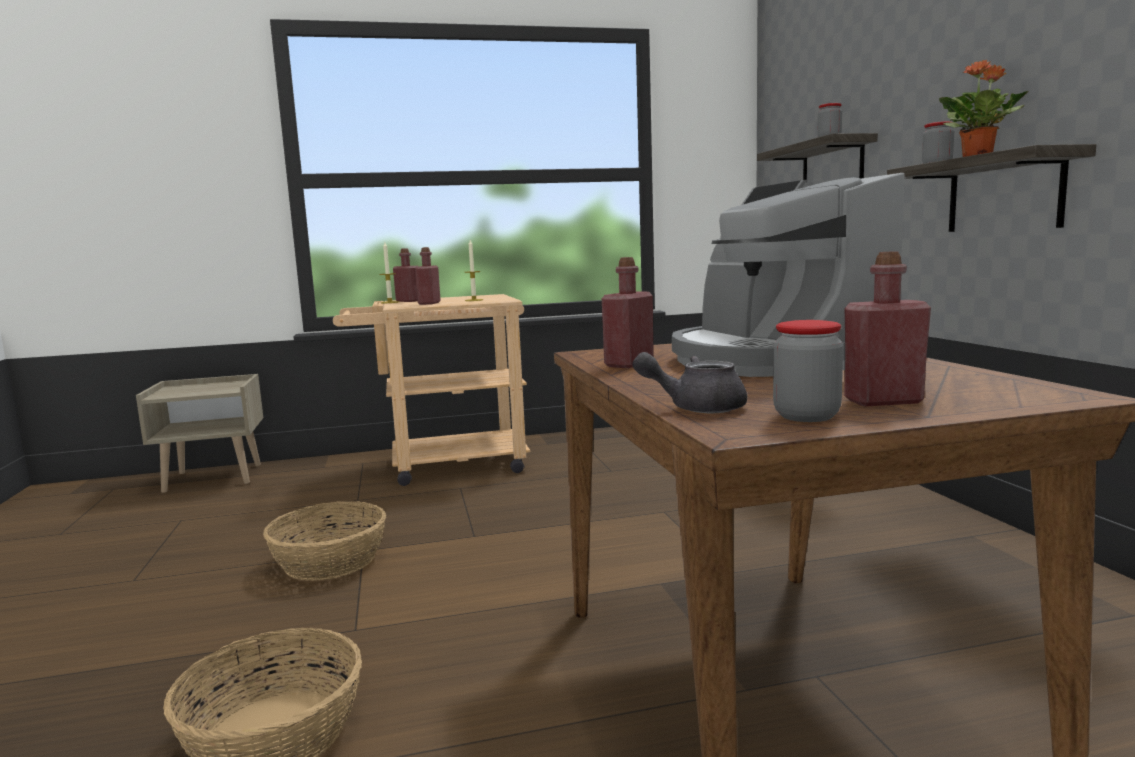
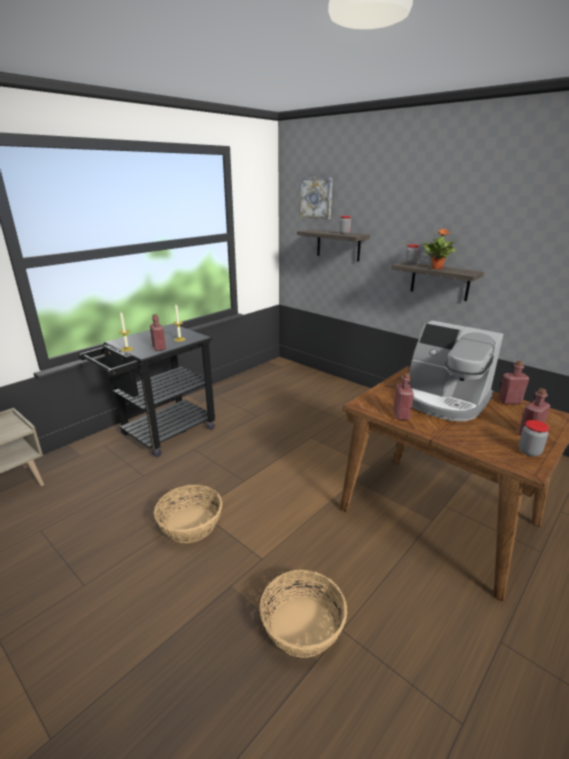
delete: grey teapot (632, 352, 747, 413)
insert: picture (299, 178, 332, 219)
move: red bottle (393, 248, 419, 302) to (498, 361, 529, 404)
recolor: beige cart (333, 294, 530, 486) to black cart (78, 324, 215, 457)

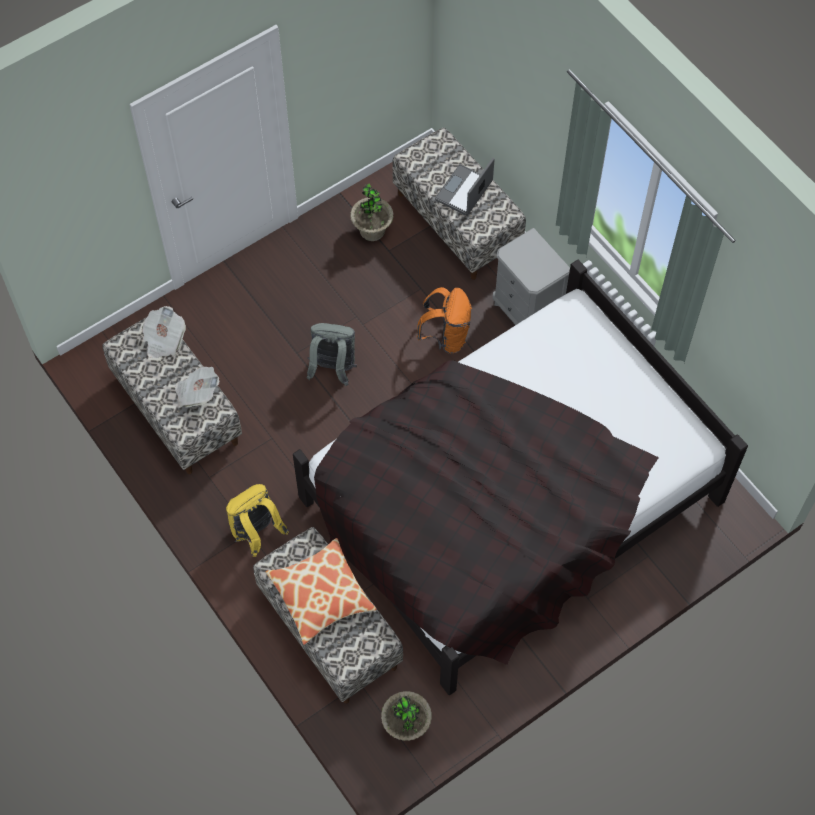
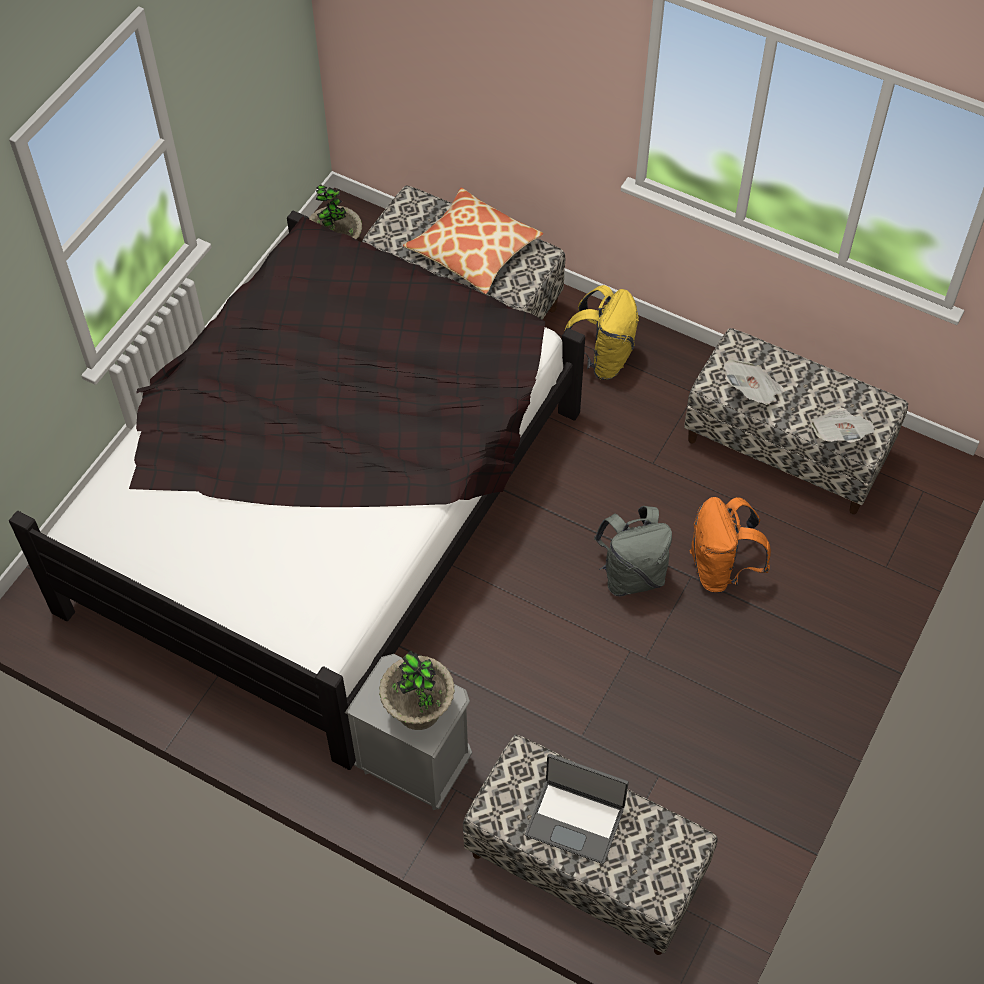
move: potted plant (350, 184, 394, 241) to (379, 651, 455, 730); orange backpack (416, 287, 472, 354) to (690, 497, 771, 593)
rotate: laptop (435, 158, 495, 215) = (525, 754, 629, 864) 105 degrees clockwise

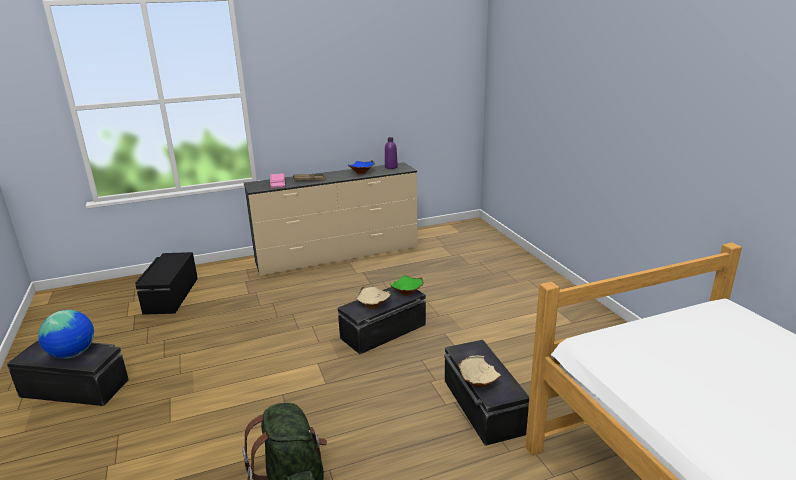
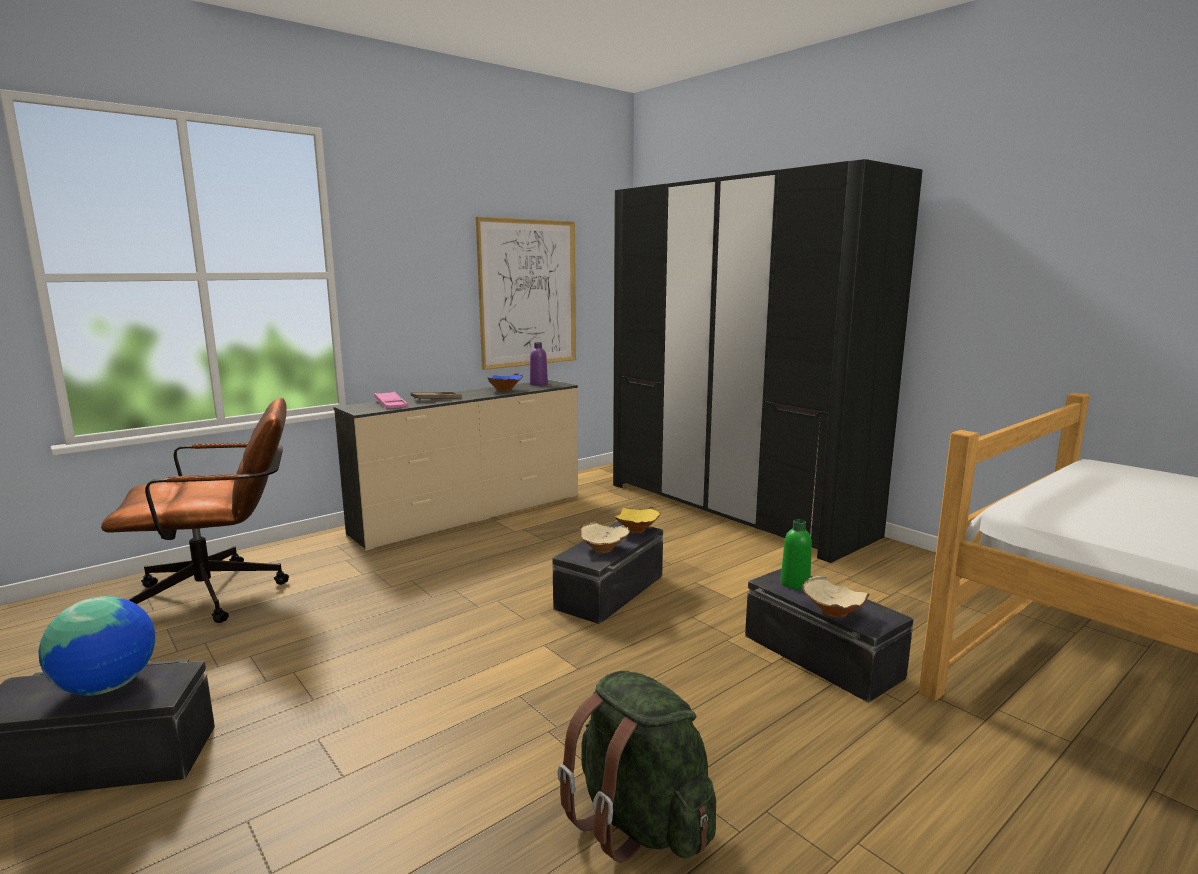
insert: picture (476, 217, 576, 370); black wardrobe (613, 159, 923, 563); green bottle (781, 519, 812, 589)
replace: black storage box (135, 252, 198, 315) to brown office chair (101, 398, 289, 623)
recolor: green bowl (390, 275, 424, 296) to yellow bowl (615, 506, 661, 534)

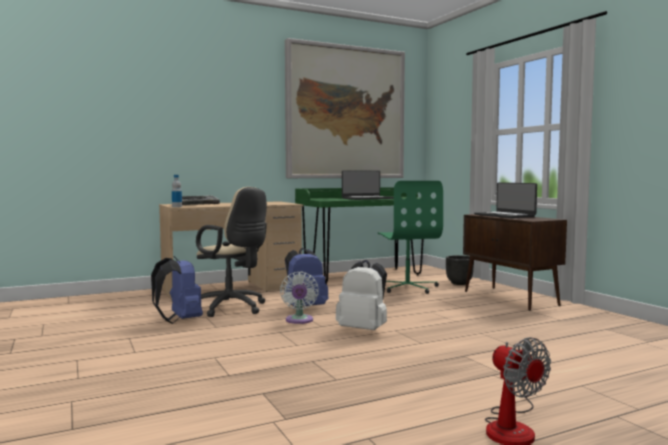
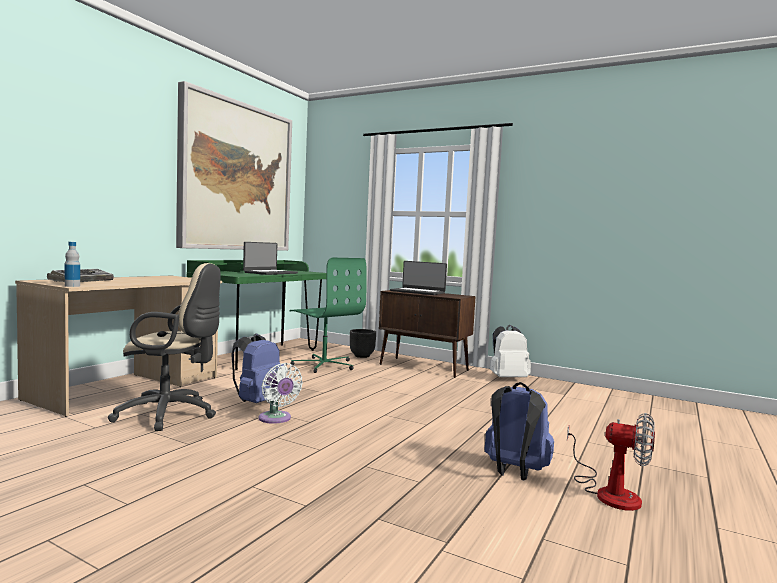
move: blue backpack (151, 256, 203, 324) to (484, 382, 554, 480); white backpack (336, 260, 387, 330) to (490, 325, 531, 377)

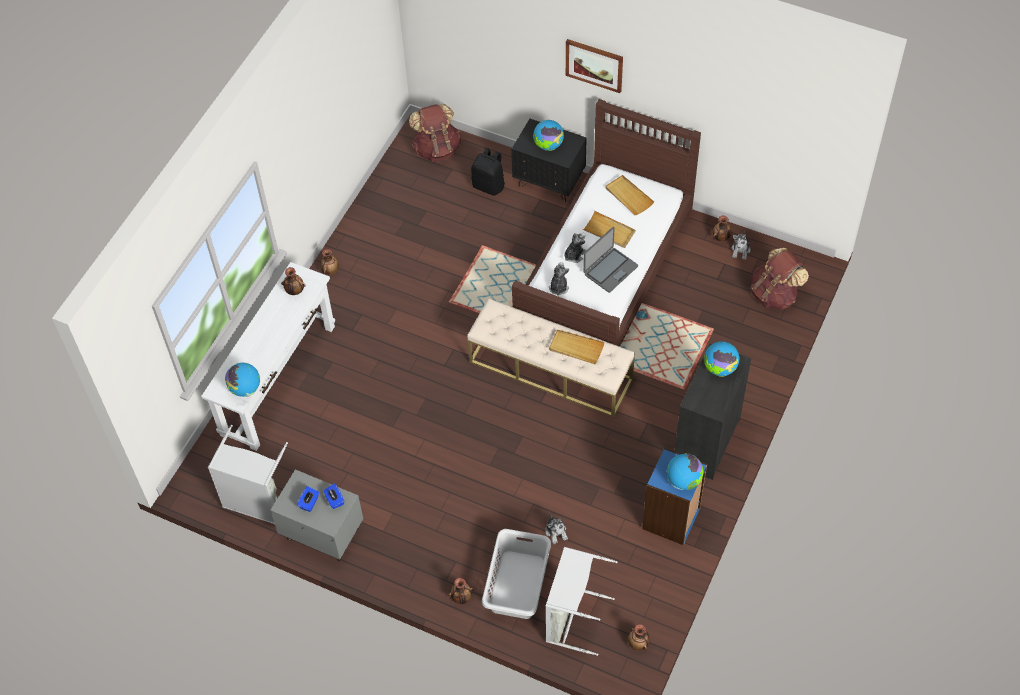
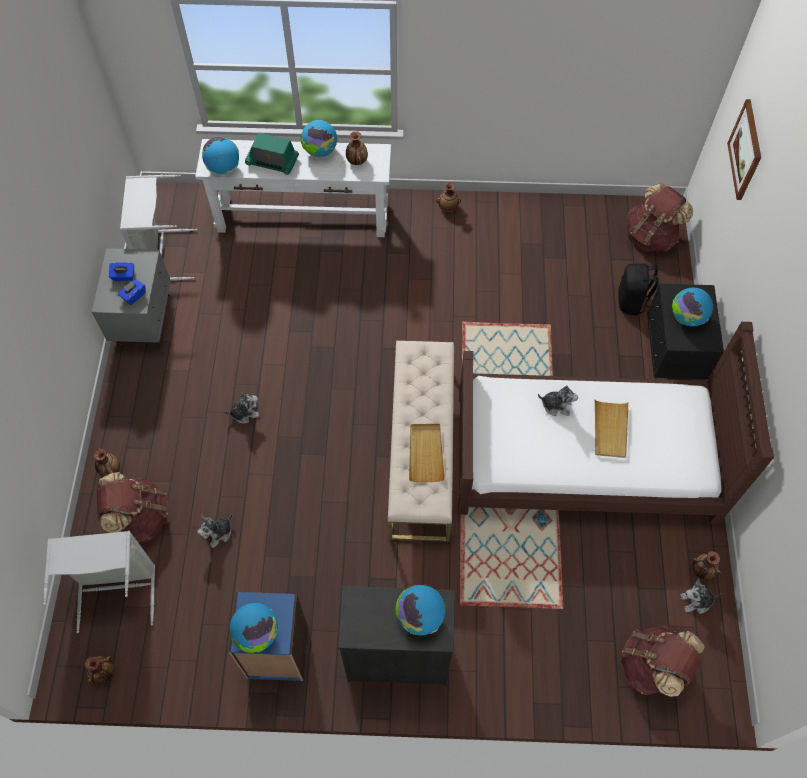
delete: laptop (584, 227, 638, 293); beige tray (605, 175, 654, 215)
insert: radio (245, 133, 299, 175); globe (301, 120, 338, 158)
move: plush toy (549, 262, 570, 296) to (224, 393, 260, 423); picture (566, 39, 623, 93) to (727, 99, 761, 200)
replace: grey laundry basket (482, 529, 551, 619) to brown backpack (97, 472, 168, 542)

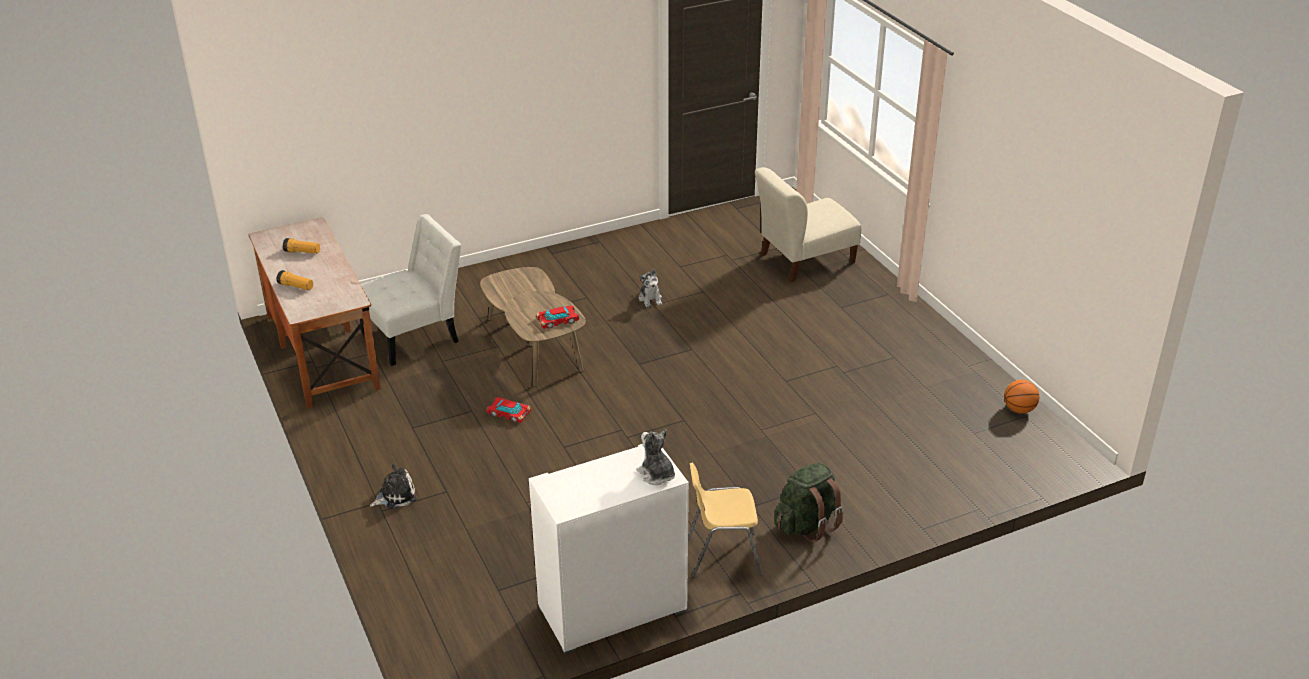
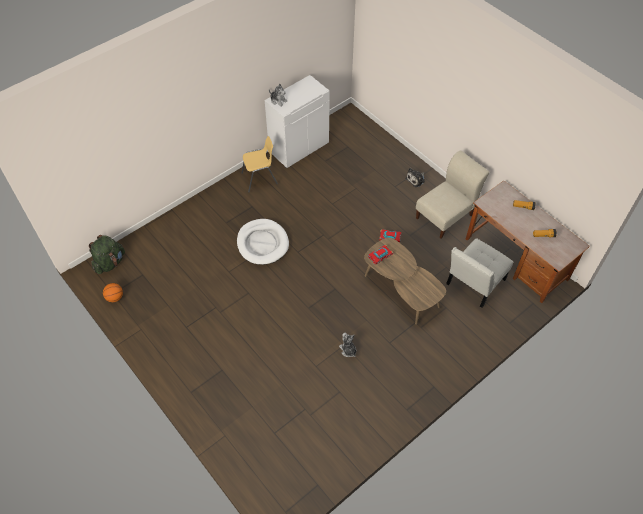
insert: white dog bed (237, 219, 289, 265)
move: beige chair (755, 167, 861, 282) to (416, 150, 489, 239); green backpack (774, 463, 843, 542) to (89, 235, 125, 274)

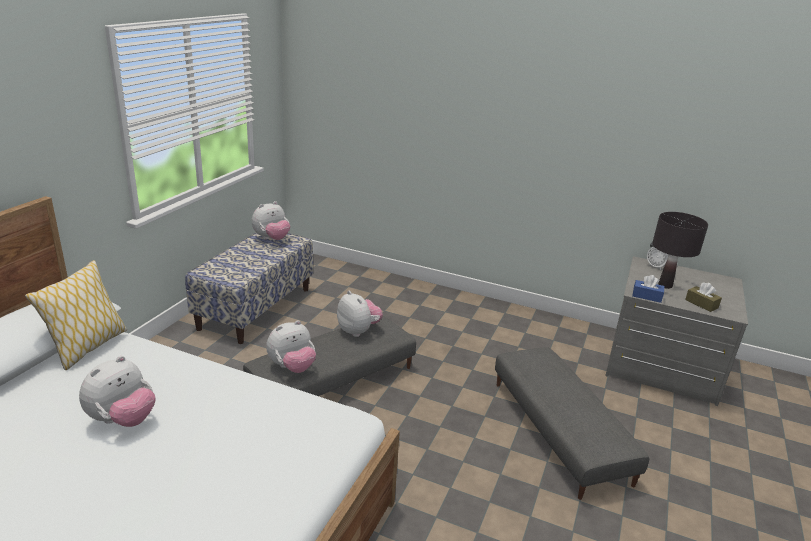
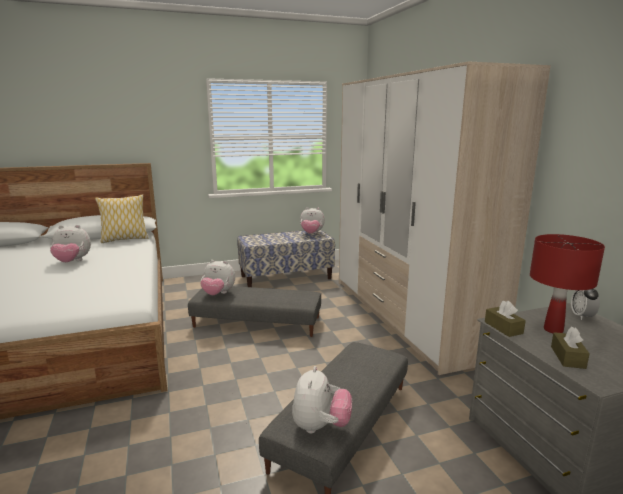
insert: wardrobe (339, 61, 551, 375)
move: plush toy (337, 291, 383, 337) to (292, 366, 352, 433)
recolor: blue tissue box (632, 275, 665, 303) to brown tissue box (485, 301, 526, 337); black table lamp (652, 212, 708, 289) to red table lamp (530, 234, 605, 333)

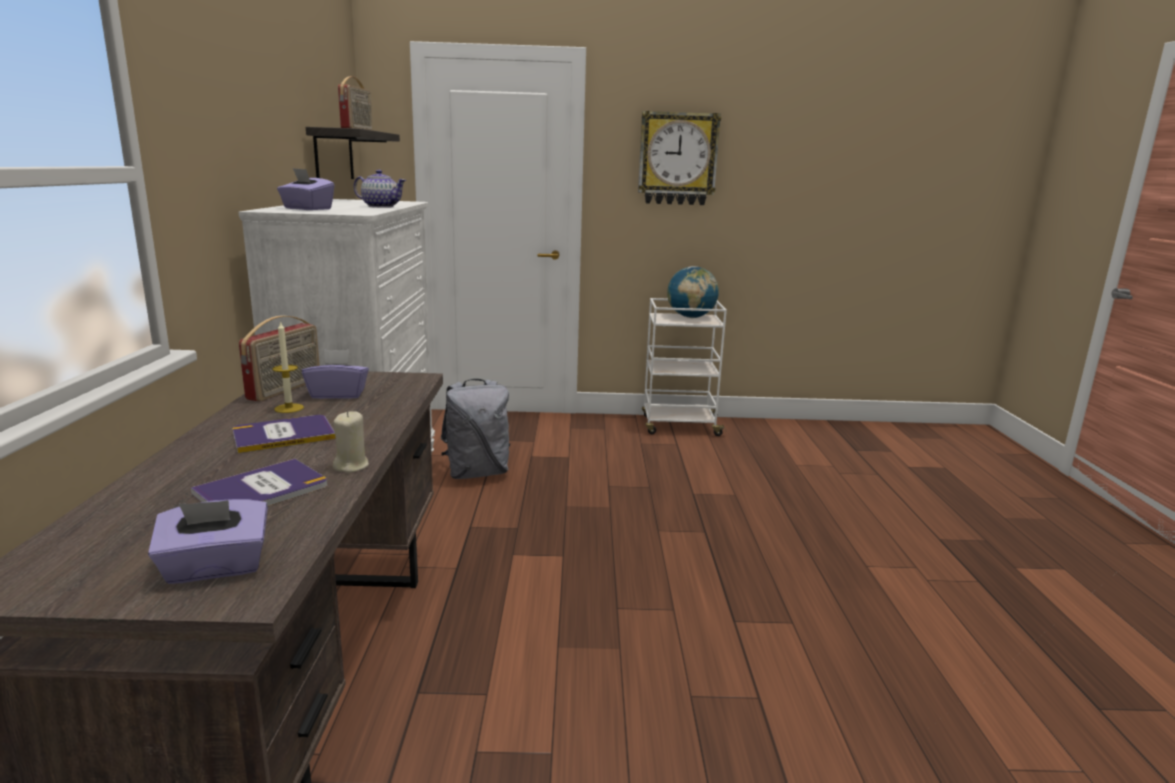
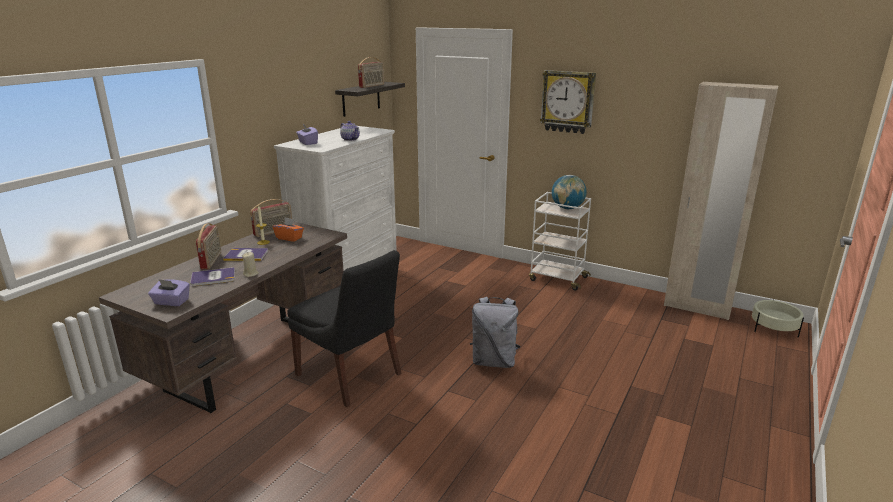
insert: radio (196, 223, 221, 269); black chair (287, 250, 402, 407); beige wardrobe (664, 82, 778, 320); beige planter (752, 300, 804, 338)
move: grey backpack (441, 379, 510, 479) to (470, 297, 520, 368)
recolor: purple tissue box (302, 349, 369, 399) to orange tissue box (273, 217, 304, 242)

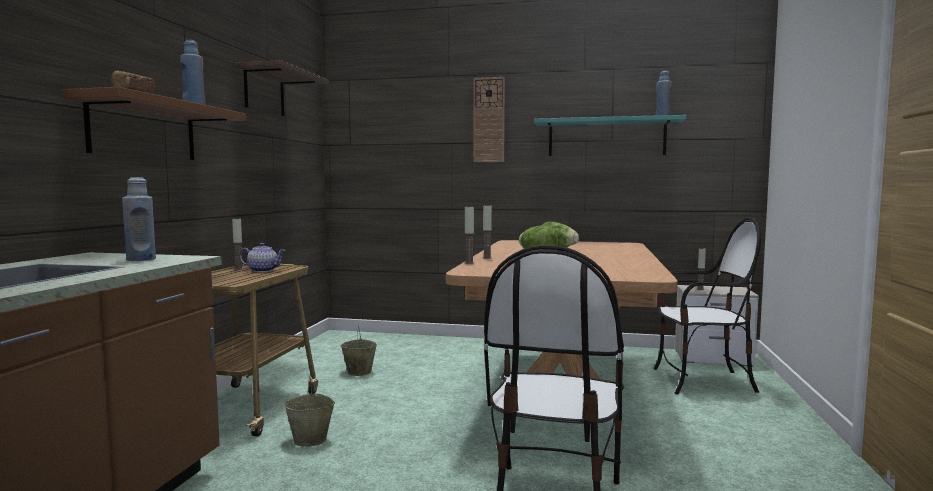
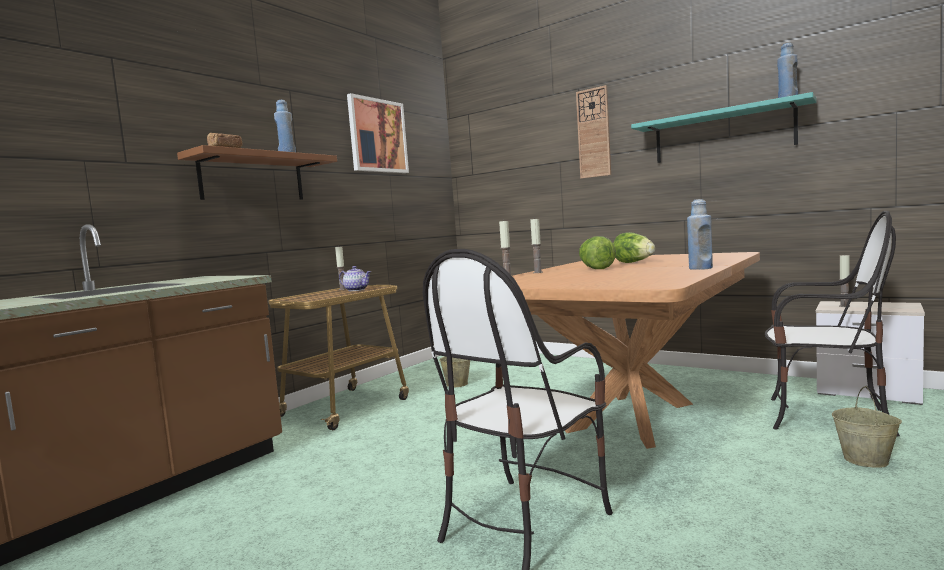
move: blue bottle (122, 177, 156, 261) to (687, 199, 713, 270); beige bucket (284, 376, 335, 447) to (832, 386, 902, 468)
replace: shelf (234, 60, 329, 116) to picture (347, 93, 409, 173)

